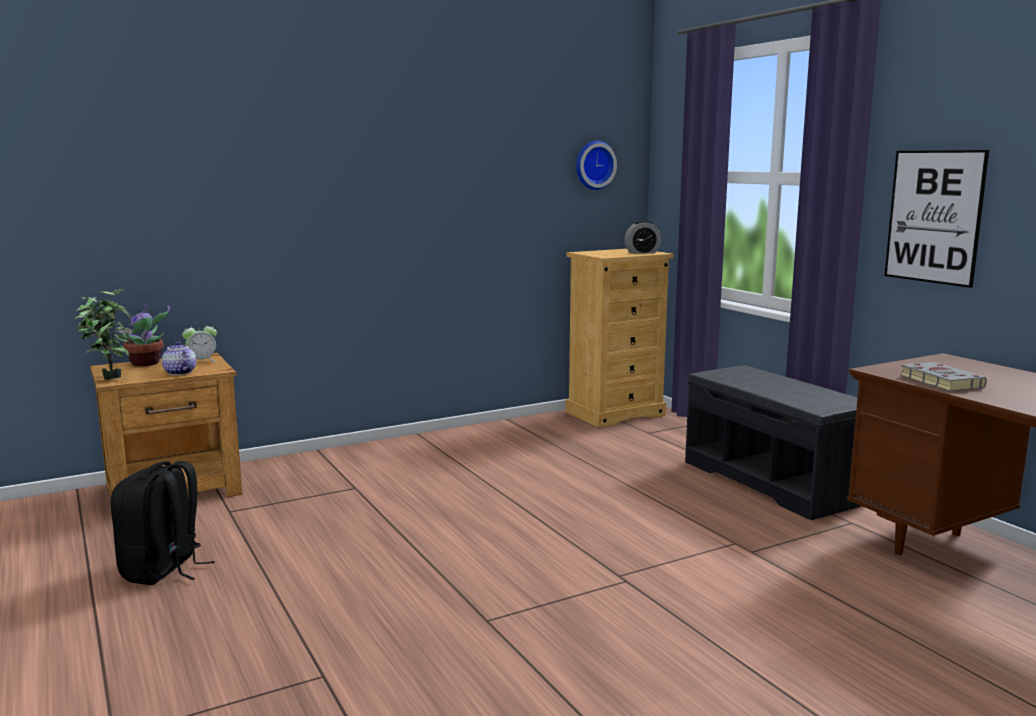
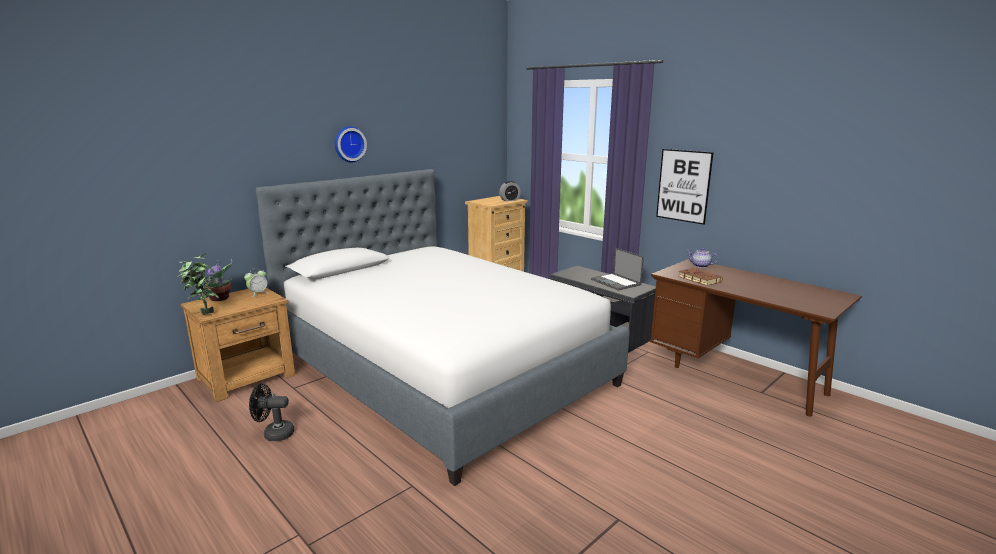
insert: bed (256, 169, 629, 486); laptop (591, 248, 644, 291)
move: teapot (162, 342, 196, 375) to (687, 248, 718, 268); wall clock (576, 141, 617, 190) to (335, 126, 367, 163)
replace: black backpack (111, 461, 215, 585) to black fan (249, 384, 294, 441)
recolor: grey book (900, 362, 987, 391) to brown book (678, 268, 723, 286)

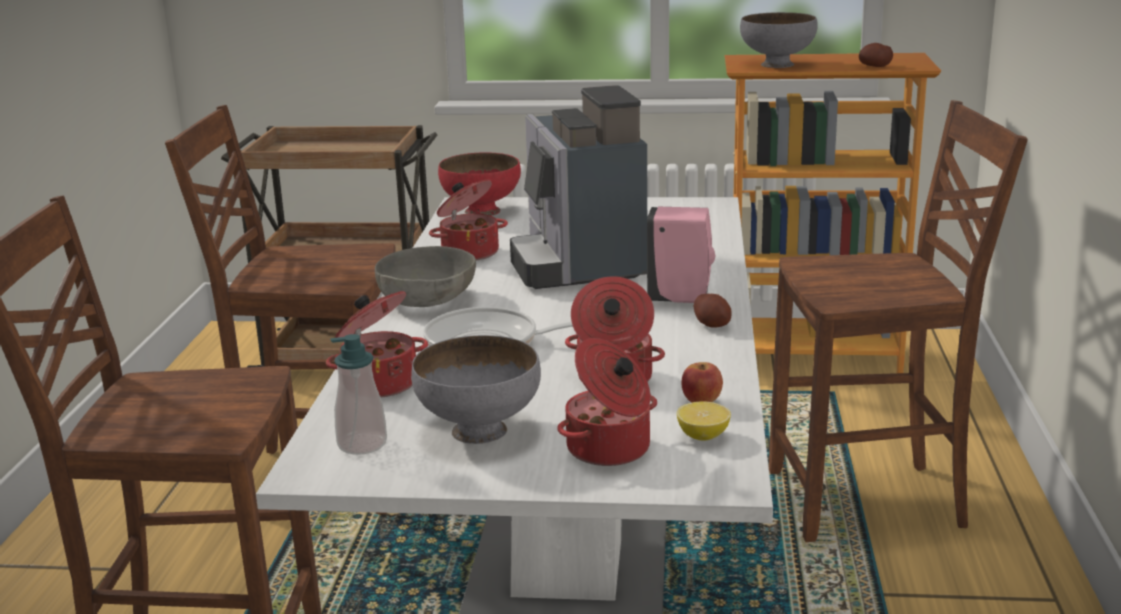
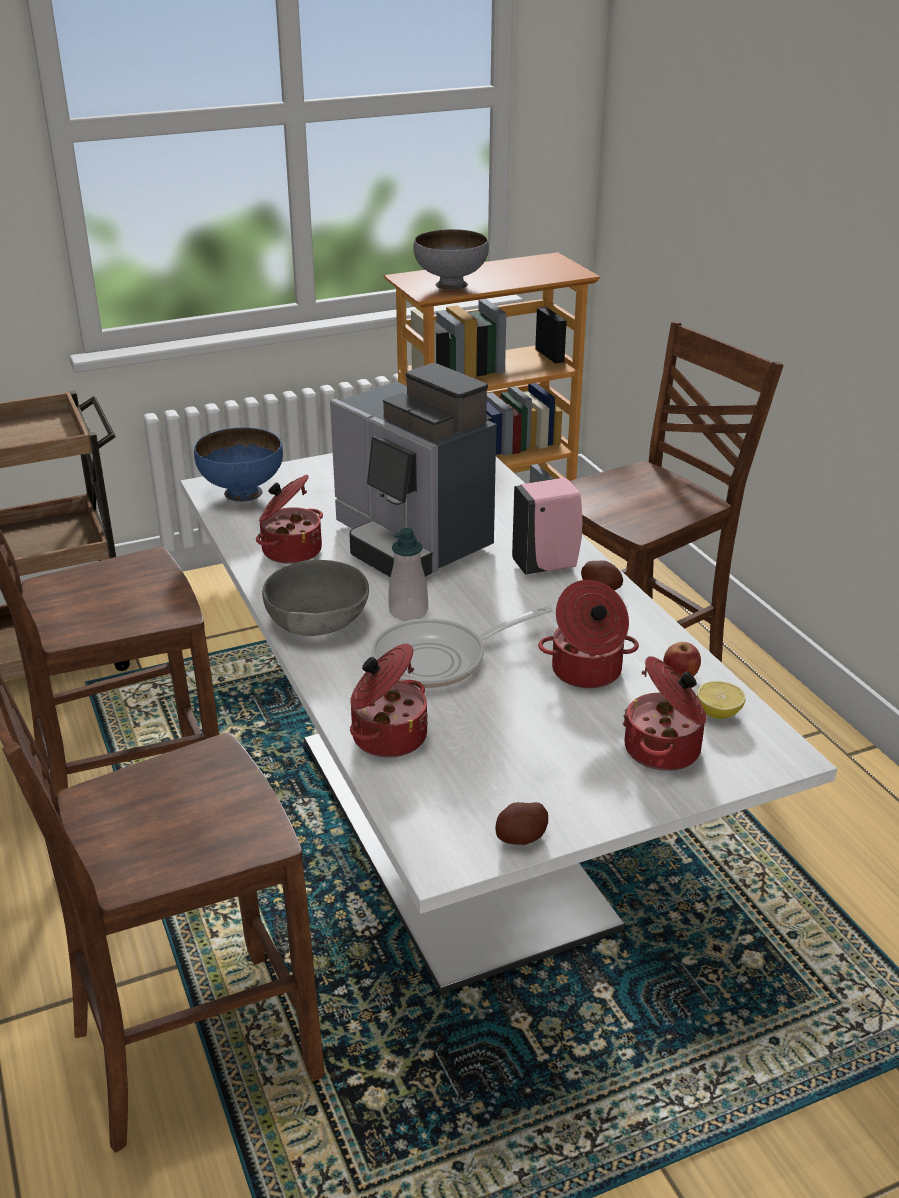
delete: grey bowl (411, 335, 541, 444)
move: soap dispenser (330, 334, 387, 455) to (388, 528, 428, 621); potato (859, 43, 893, 67) to (495, 802, 548, 845)
recolor: red bowl (438, 153, 521, 216) to blue bowl (194, 427, 283, 502)

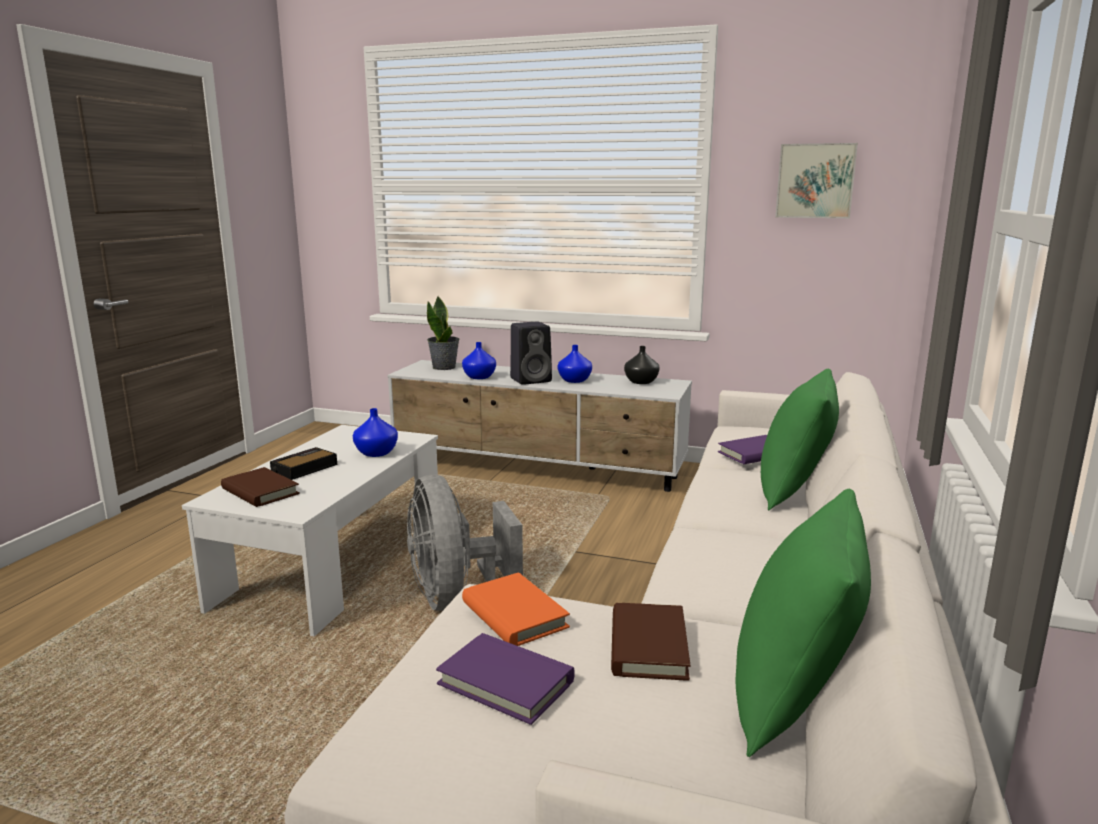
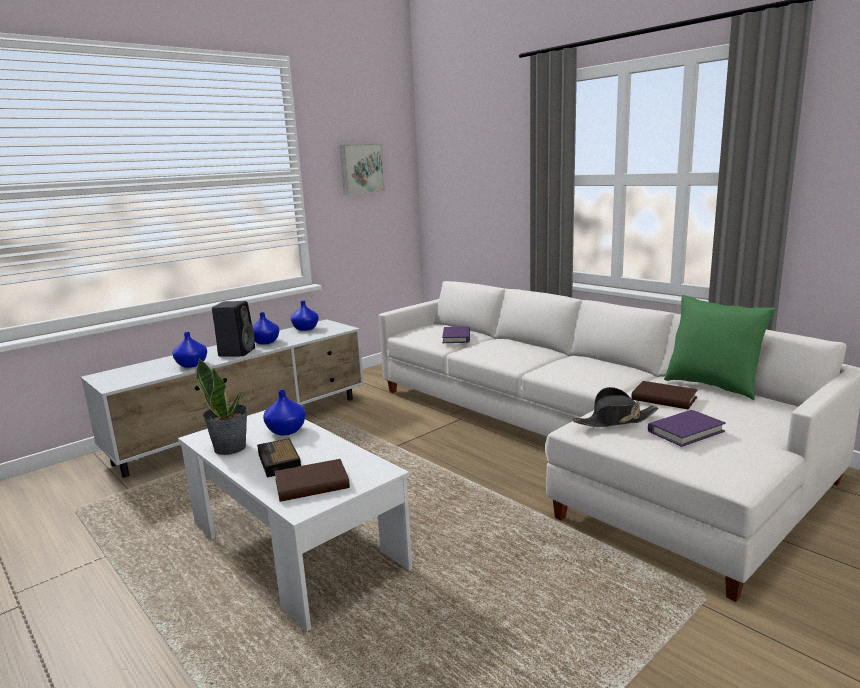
delete: grey fan (407, 475, 523, 611); green pillow (761, 369, 839, 510)
move: potted plant (427, 296, 459, 370) to (195, 358, 248, 455)
replace: orange book (462, 572, 570, 646) to black hat (572, 387, 658, 427)
recolor: black vase (624, 346, 660, 384) to blue vase (291, 301, 319, 331)

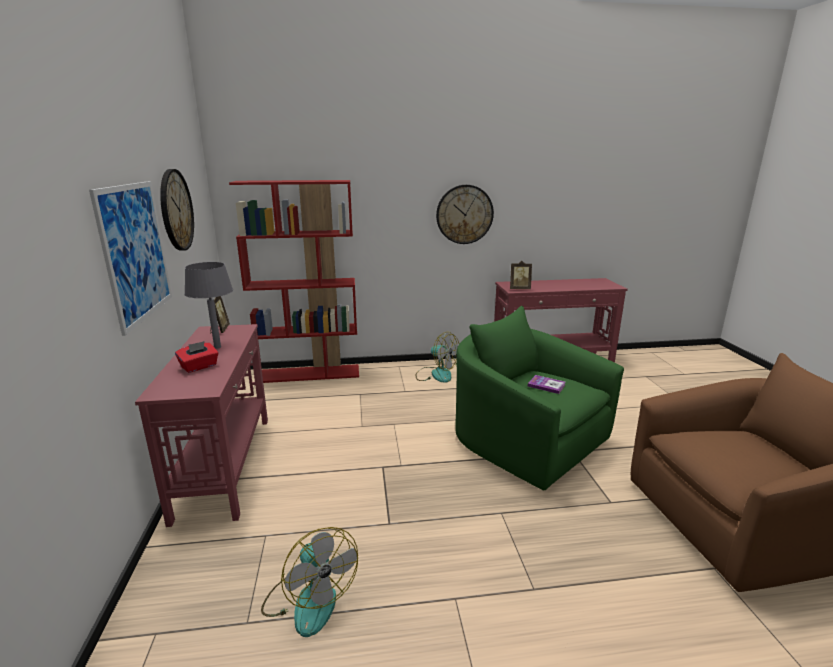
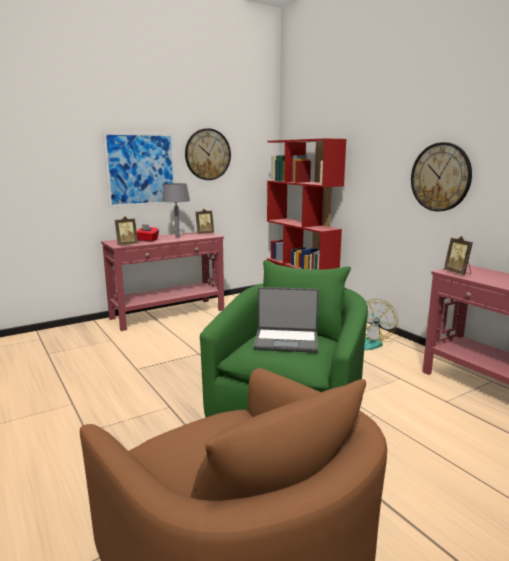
delete: fan (261, 527, 358, 637)
insert: picture frame (115, 216, 138, 245)
replace: book (528, 375, 565, 394) to laptop (253, 287, 319, 353)

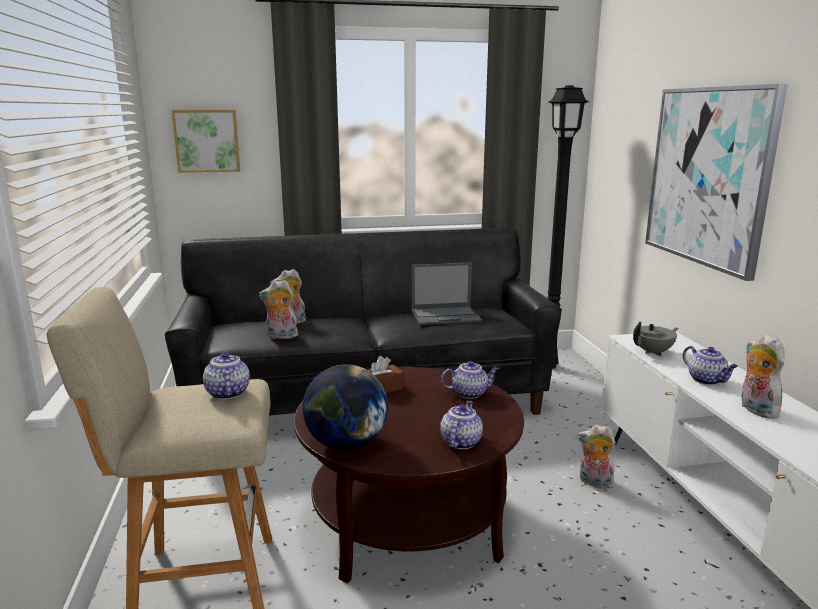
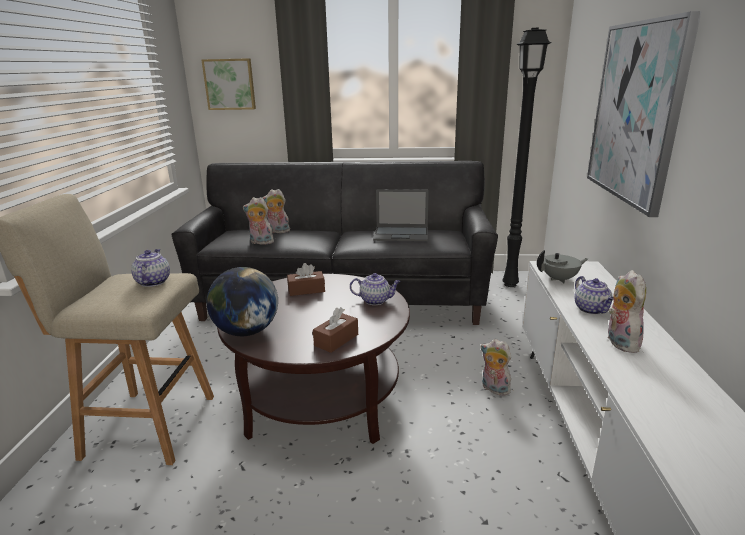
replace: teapot (440, 400, 483, 449) to brown tissue box (313, 307, 358, 353)

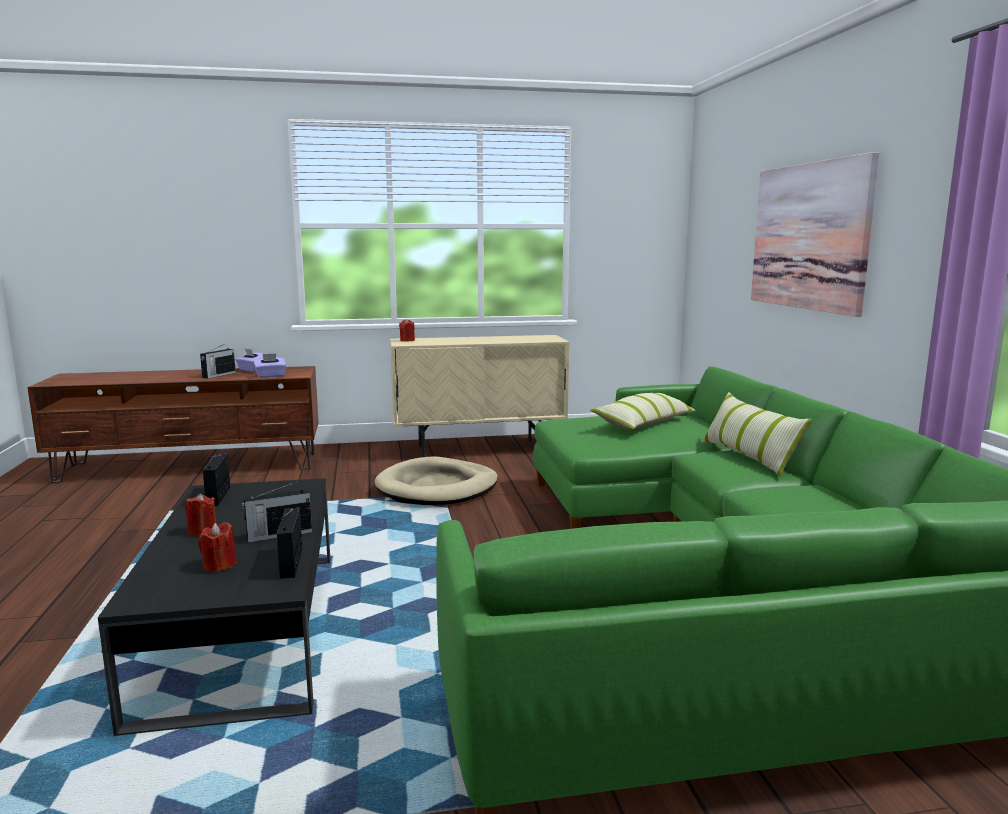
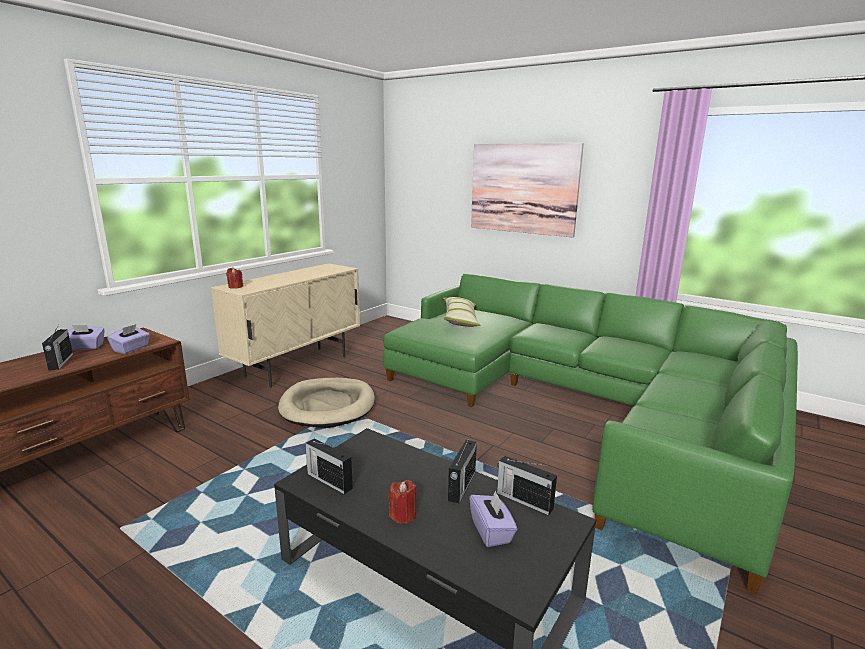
delete: pillow (701, 392, 812, 477)
replace: red candle (199, 522, 237, 572) to purple tissue box (469, 490, 517, 547)

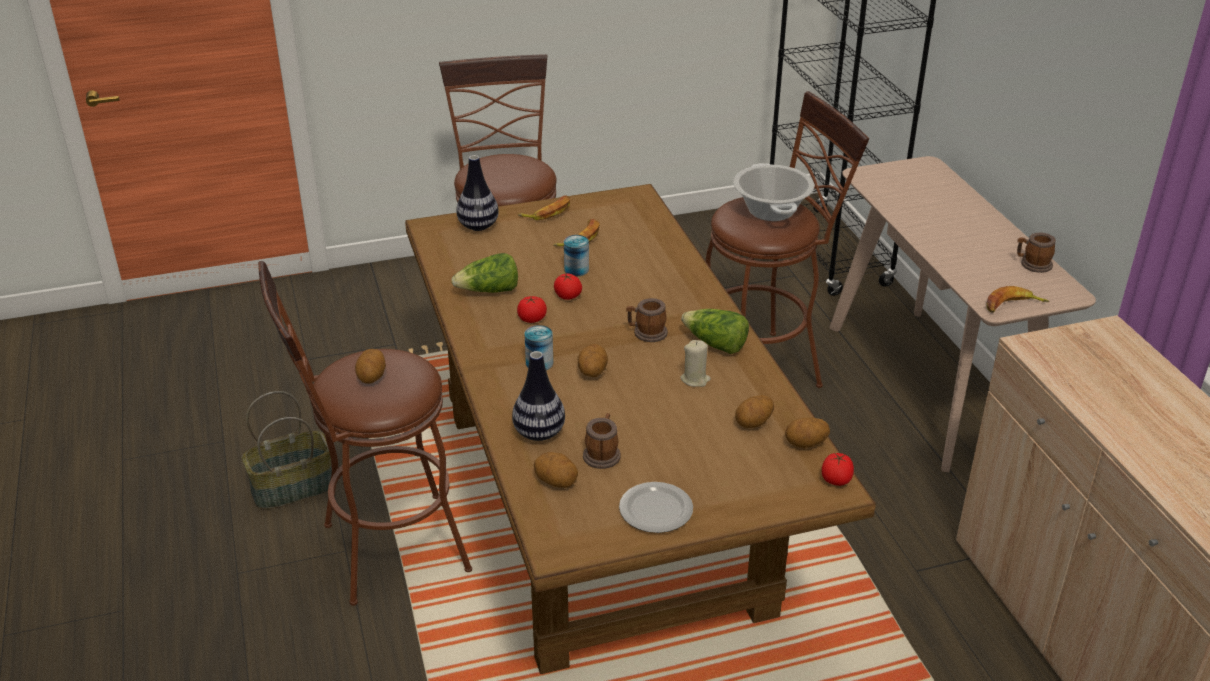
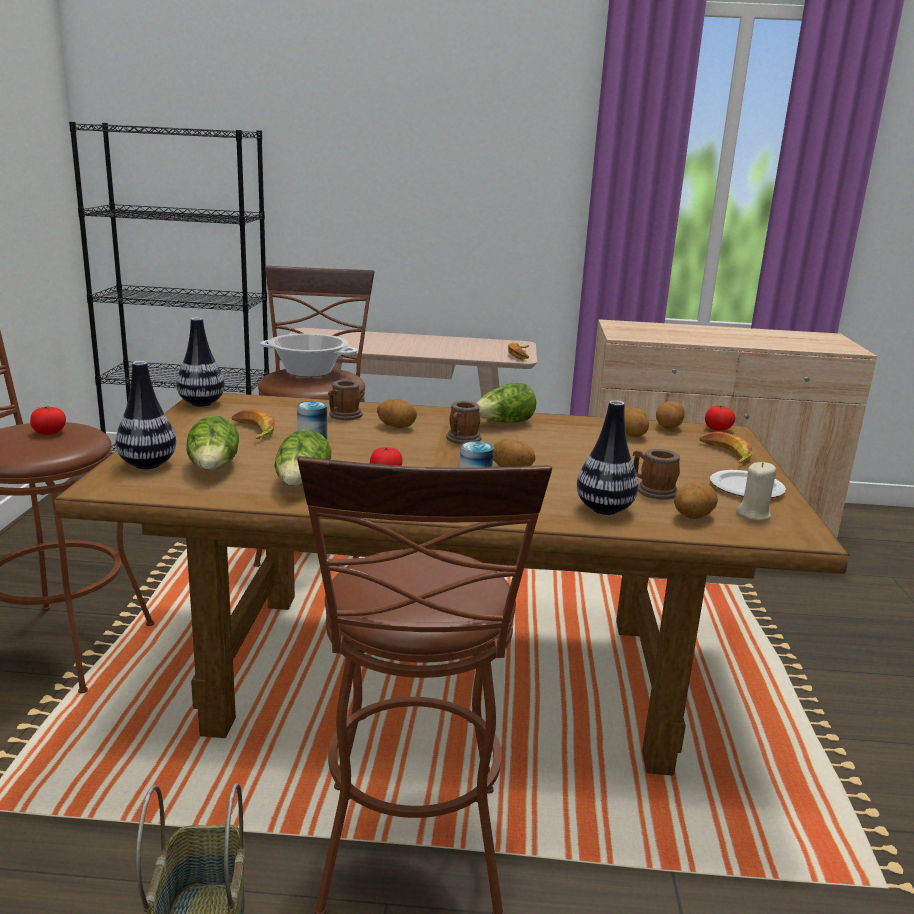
insert: vase (176, 318, 225, 407); lettuce (186, 416, 239, 470)
move: potato (355, 349, 386, 384) to (377, 399, 417, 428); banana (518, 195, 571, 220) to (700, 432, 752, 463); tomato (554, 273, 582, 300) to (30, 406, 66, 435); beige candle (680, 340, 711, 387) to (736, 462, 777, 520); mug (1017, 233, 1056, 273) to (328, 380, 363, 420)

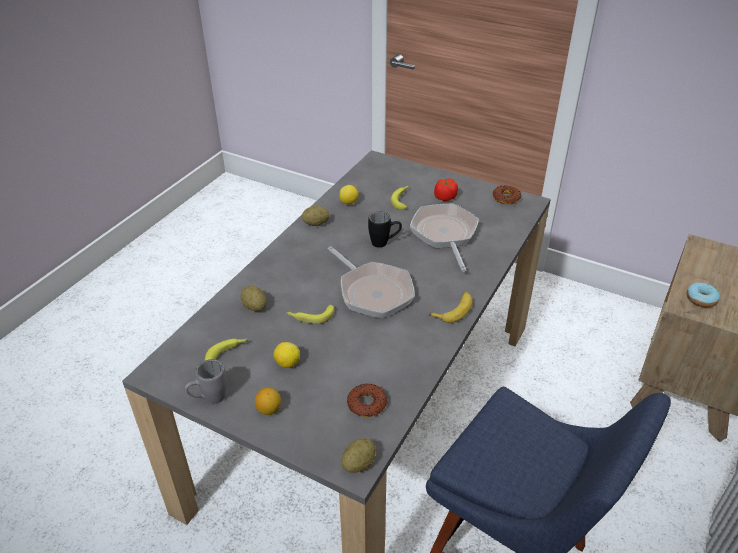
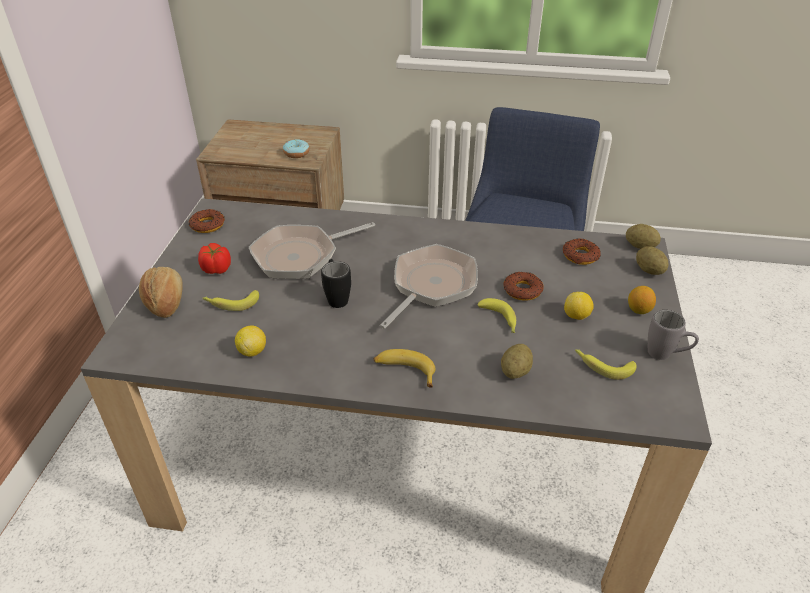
insert: bread (139, 267, 183, 318); donut (504, 272, 544, 301)
move: potato (302, 206, 329, 226) to (636, 246, 668, 275); banana (429, 291, 473, 323) to (374, 349, 436, 388)

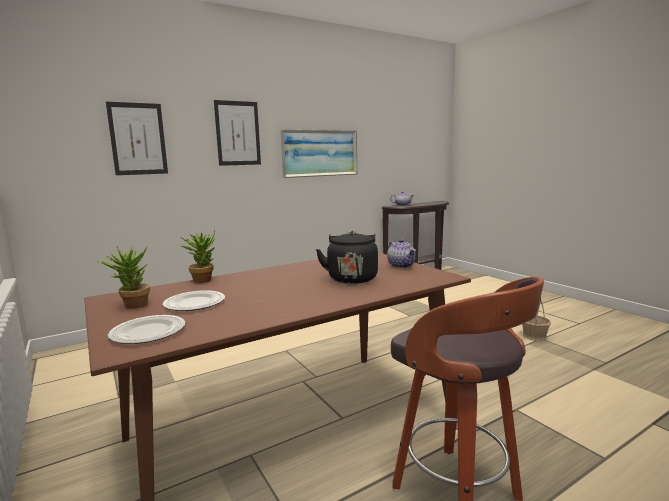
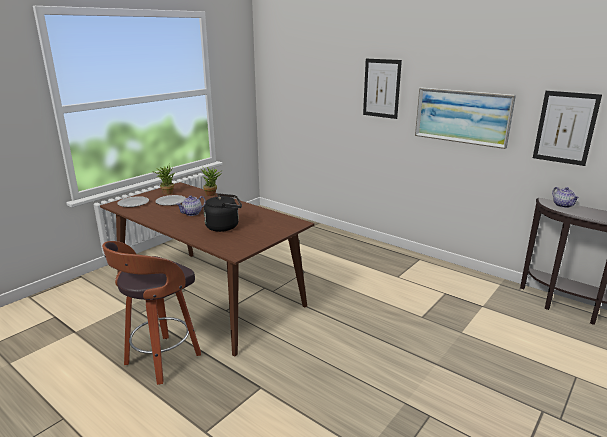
delete: basket (522, 300, 551, 341)
move: picture (106, 102, 168, 175) to (533, 91, 602, 166); teapot (387, 239, 416, 268) to (176, 195, 206, 216)

